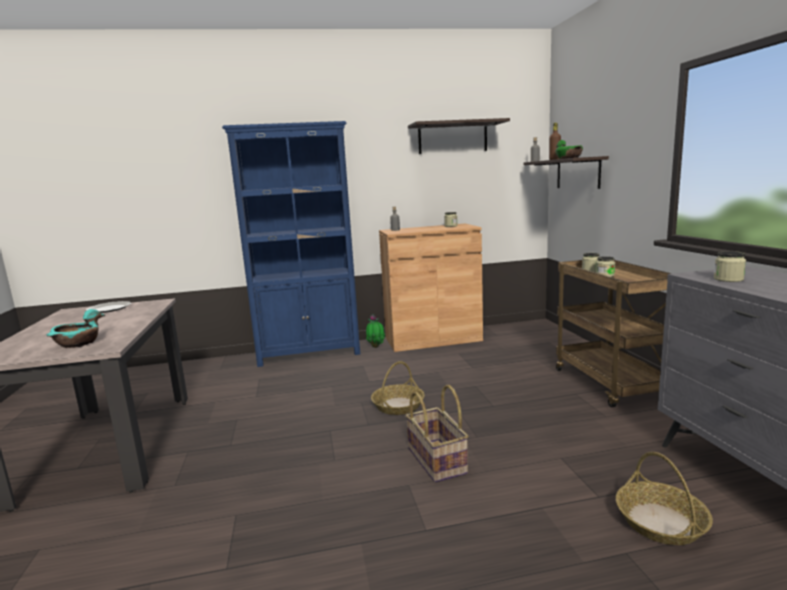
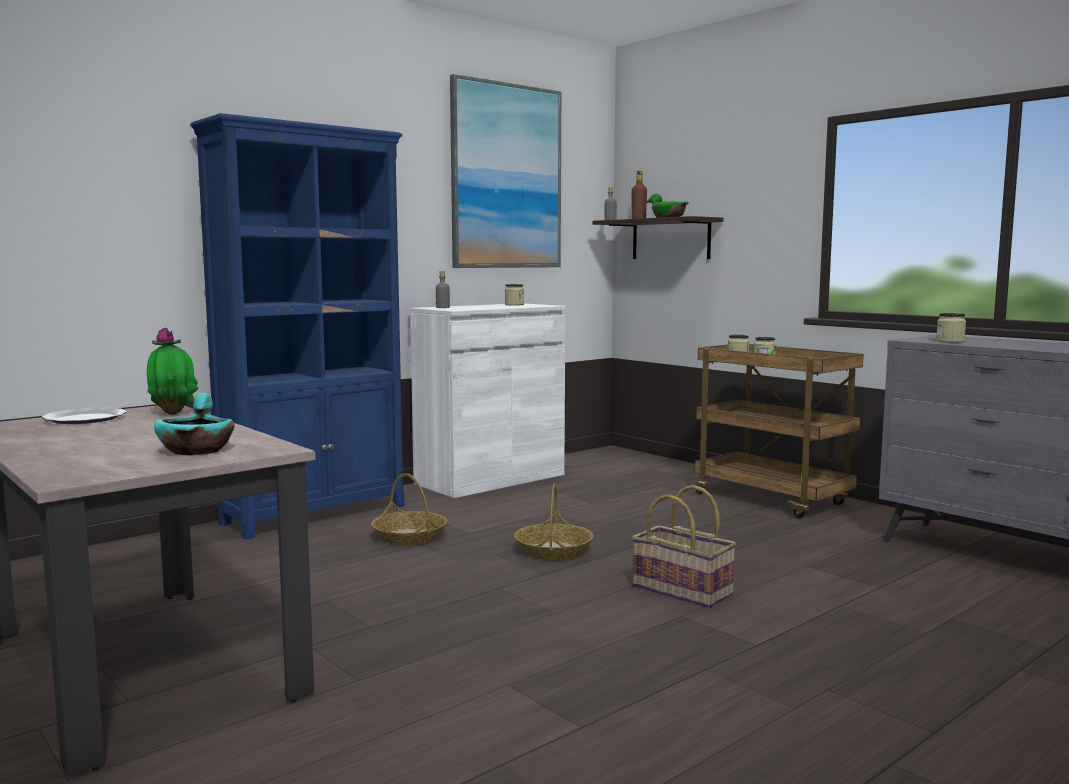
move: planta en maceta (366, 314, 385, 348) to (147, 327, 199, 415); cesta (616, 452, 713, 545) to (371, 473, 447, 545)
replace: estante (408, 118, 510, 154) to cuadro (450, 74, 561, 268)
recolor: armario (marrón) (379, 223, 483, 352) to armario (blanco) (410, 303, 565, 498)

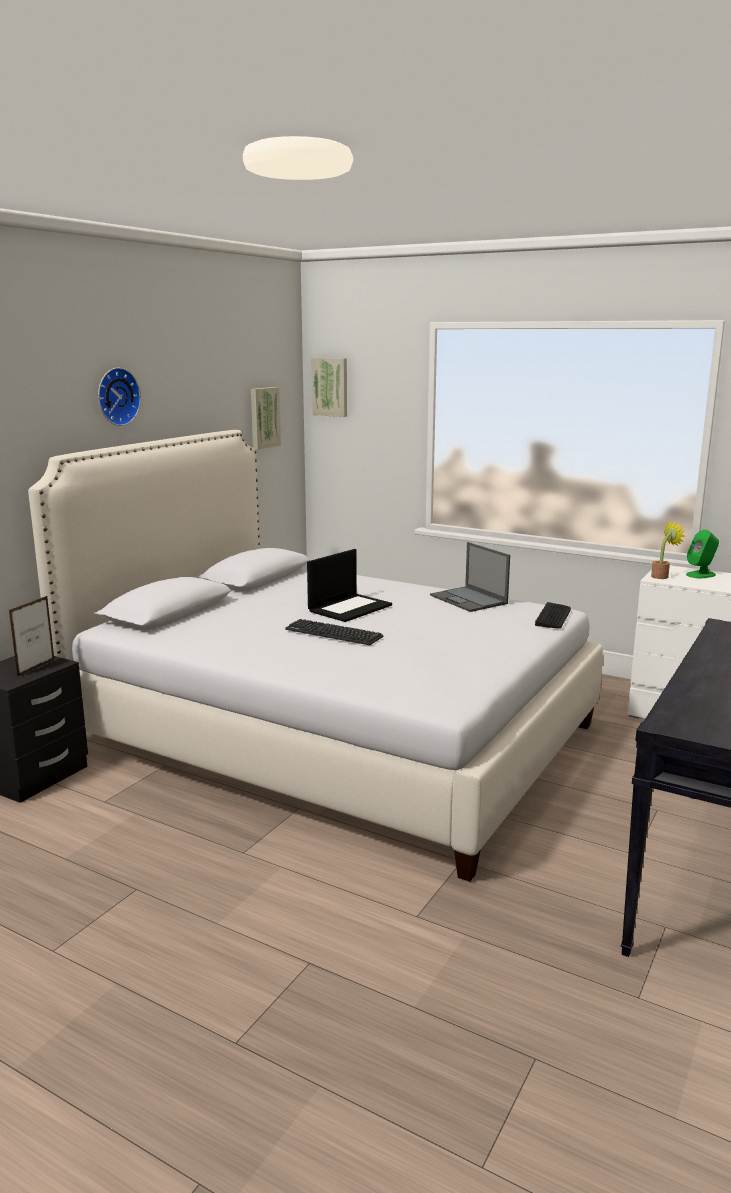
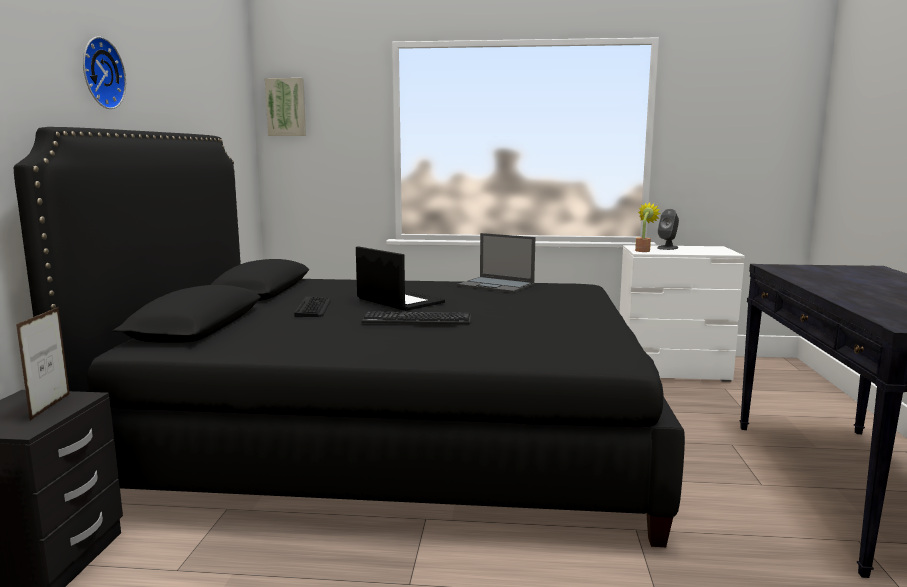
delete: cuadro (251, 387, 281, 450)
move: teclado (535, 602, 571, 629) to (294, 296, 331, 317)
recolor: cama (blanco) (28, 430, 603, 882) to cama (negro) (14, 127, 685, 547); altavoz (verde) (686, 530, 719, 578) to altavoz (gris) (657, 209, 679, 250)
rotate: portátil (307, 549, 392, 622) = (356, 246, 445, 311) 60 degrees counterclockwise

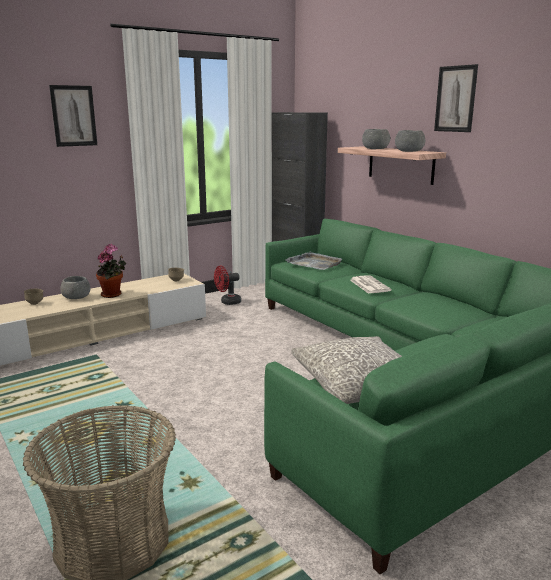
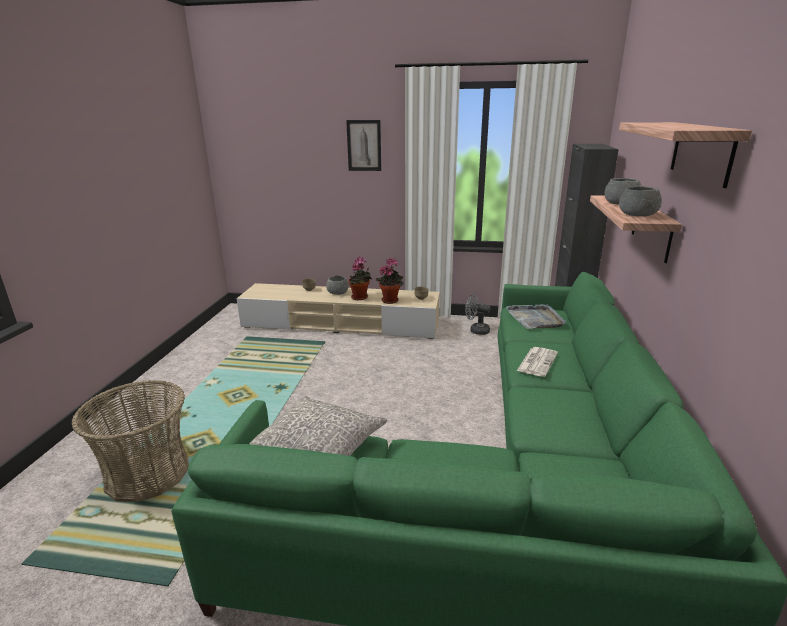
insert: planta en maceta (376, 257, 404, 304)
replace: cuadro (434, 64, 478, 132) to estante (619, 122, 752, 188)
recolor: ventilador (rojo) (214, 266, 241, 305) to ventilador (gris) (465, 294, 490, 335)

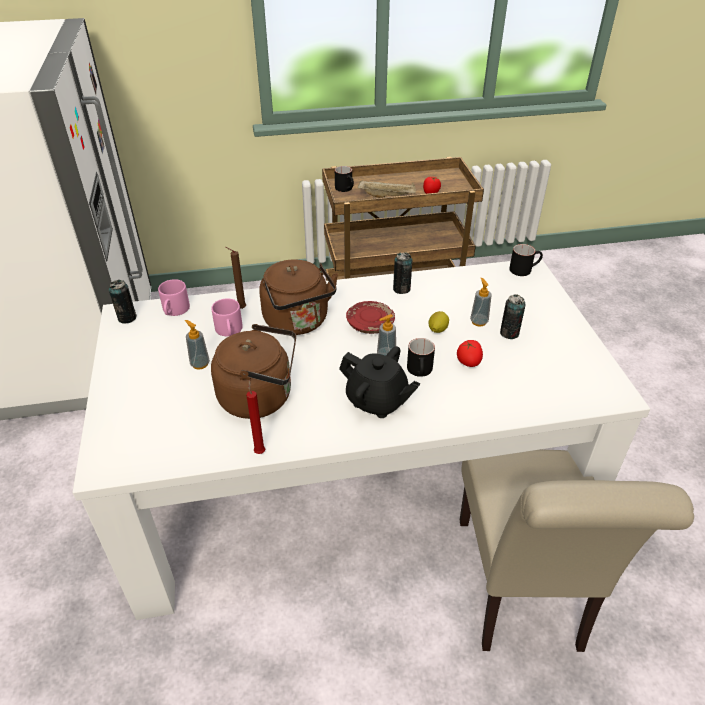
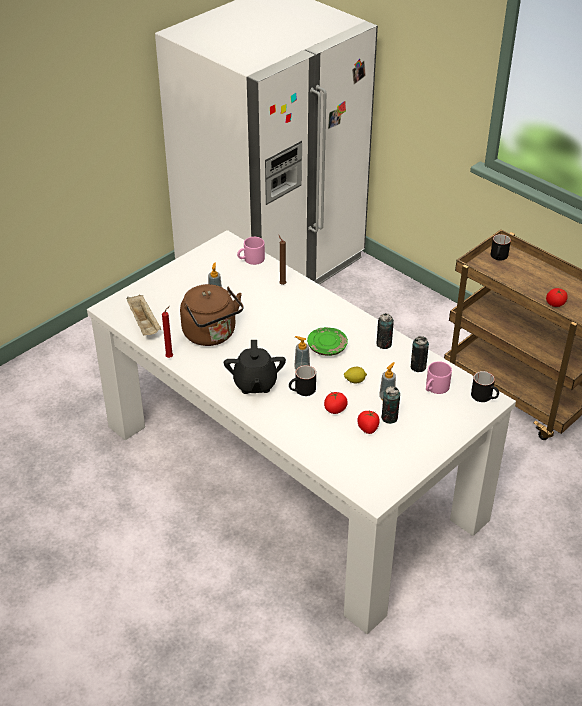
delete: hervidor (marrón) (259, 260, 338, 335); silla (beis) (460, 450, 694, 652)
insert: tomate (357, 411, 380, 434)
move: lata (109, 280, 137, 324) to (411, 336, 429, 372); taza grande (rosa) (211, 298, 243, 336) to (426, 361, 452, 394); bandeja (beis) (358, 180, 416, 198) to (127, 295, 161, 336)
recolor: plato (rojo) (346, 301, 395, 334) to plato (verde) (307, 327, 348, 356)

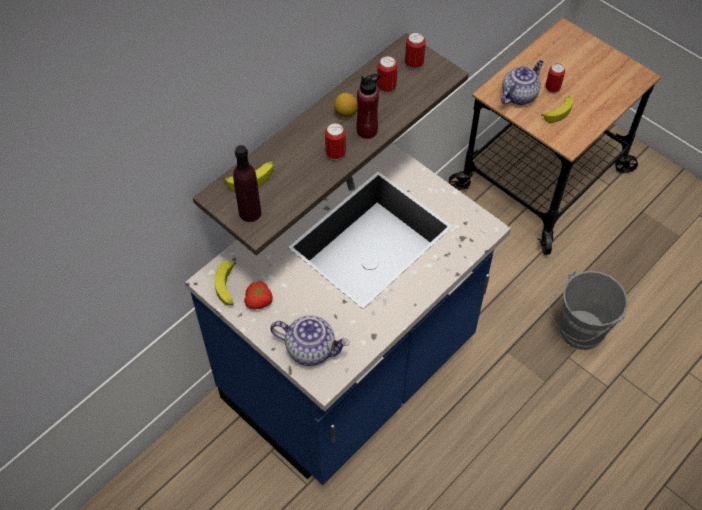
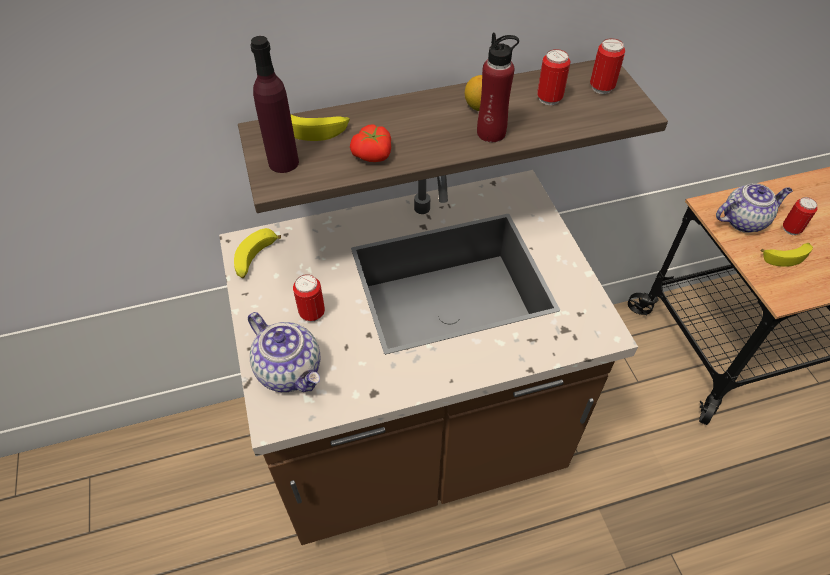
delete: cubo (gris) (549, 269, 628, 350)
move: tomate (244, 281, 273, 309) to (350, 124, 391, 162); lata (325, 123, 346, 160) to (293, 274, 325, 322)
recolor: mueble bajo de cocina (azul) (185, 143, 511, 485) to mueble bajo de cocina (marrón) (219, 170, 638, 545)

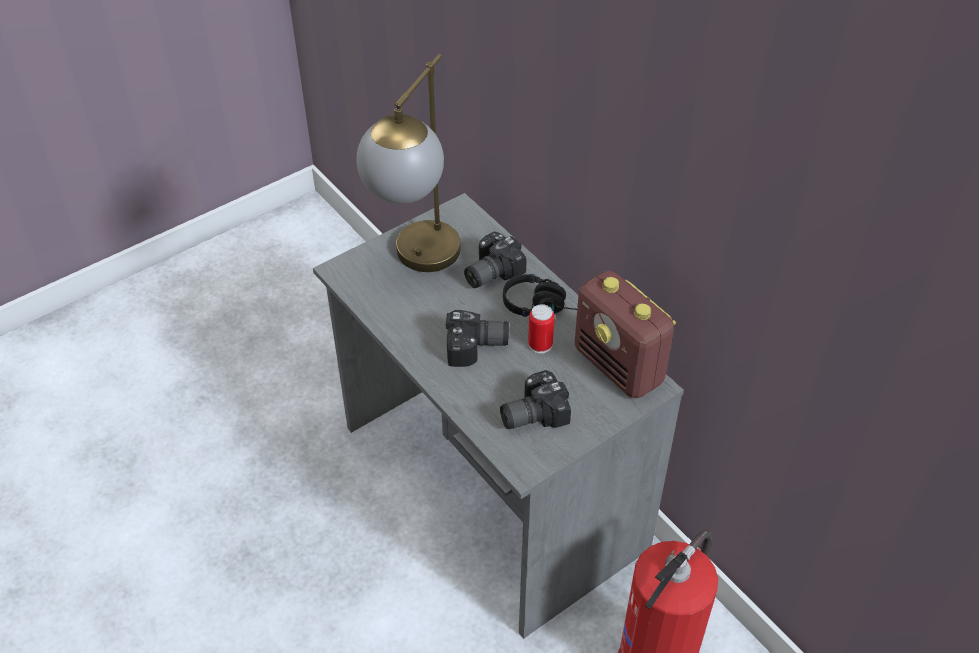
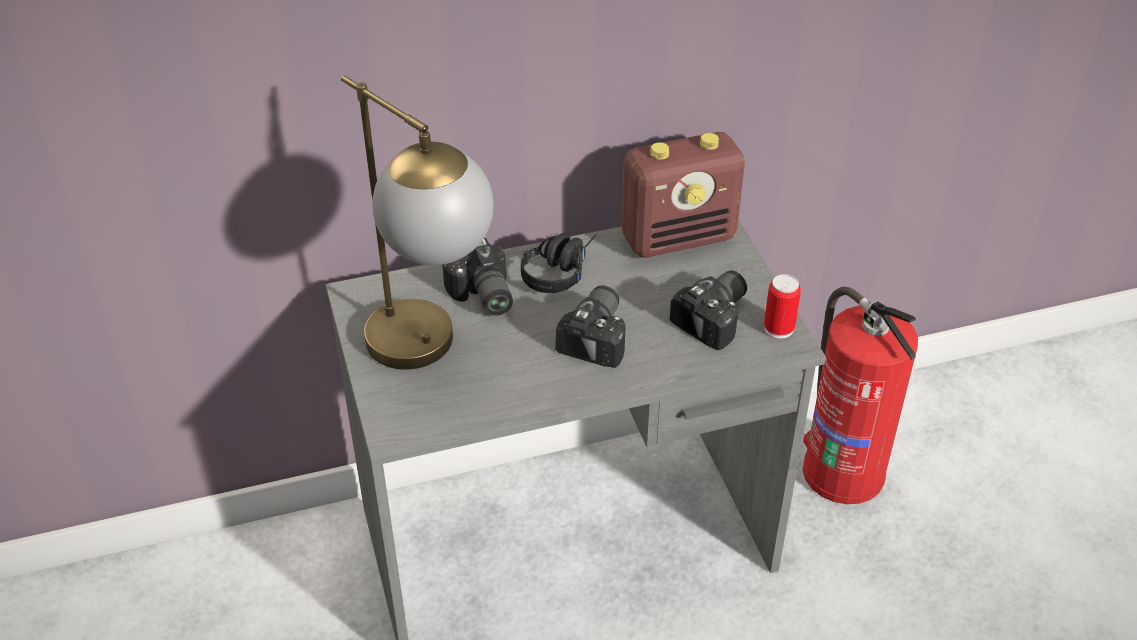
move: lata (528, 304, 555, 354) to (764, 274, 801, 339)
rotate: cámara (500, 370, 571, 429) = (670, 270, 747, 350) 135 degrees counterclockwise

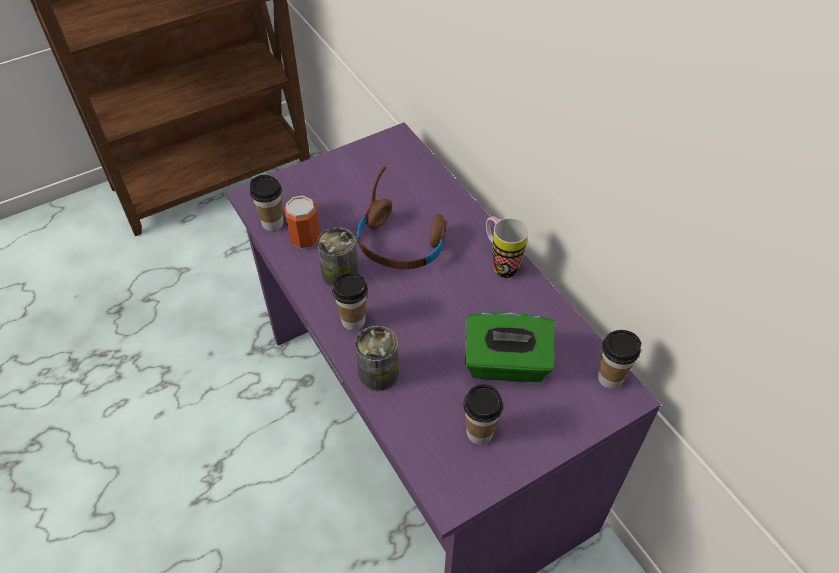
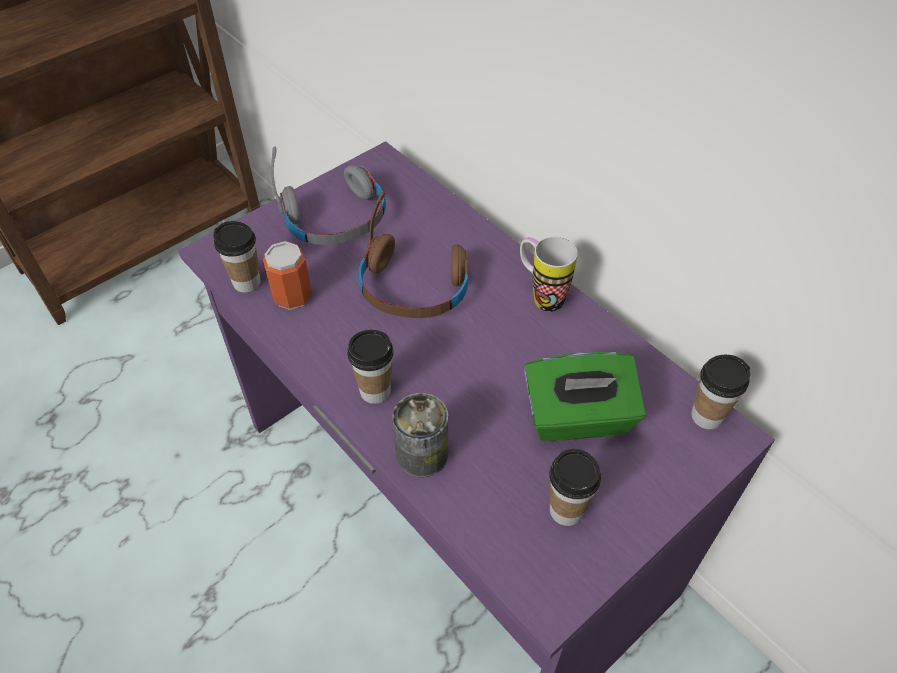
delete: lata (317, 227, 359, 287)
insert: auriculares (gris) (271, 147, 386, 245)

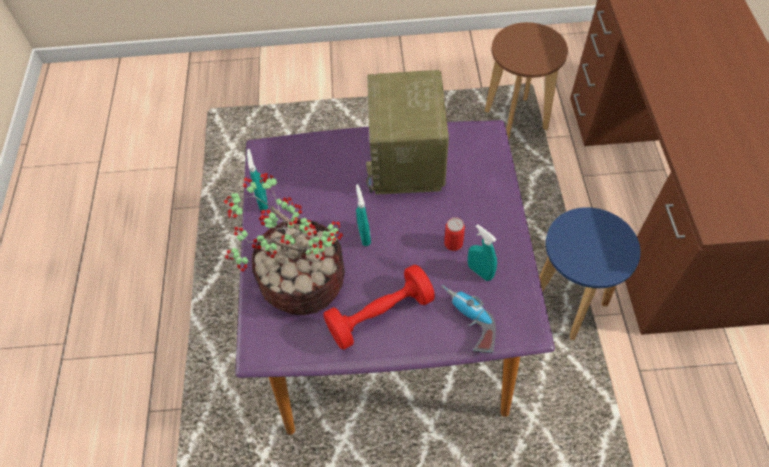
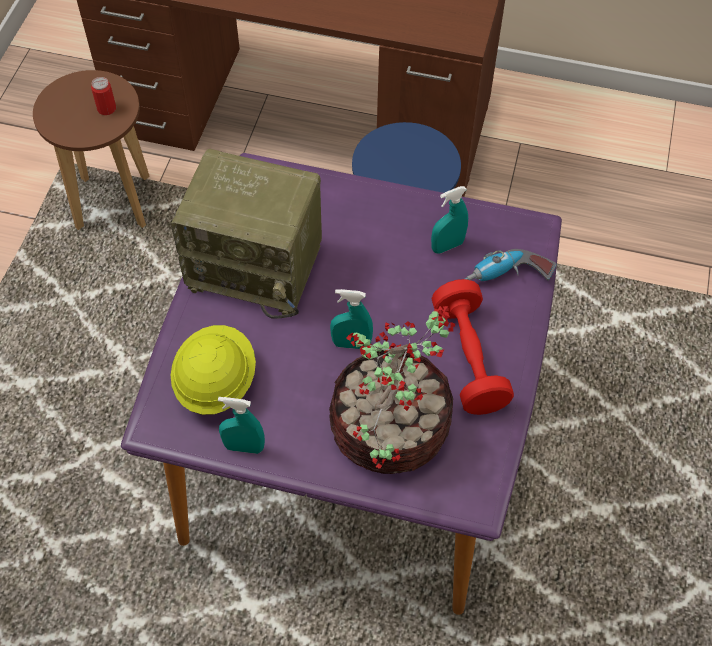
insert: casco (amarillo) (171, 325, 256, 415)
move: lata (444, 217, 465, 251) to (91, 77, 116, 115)

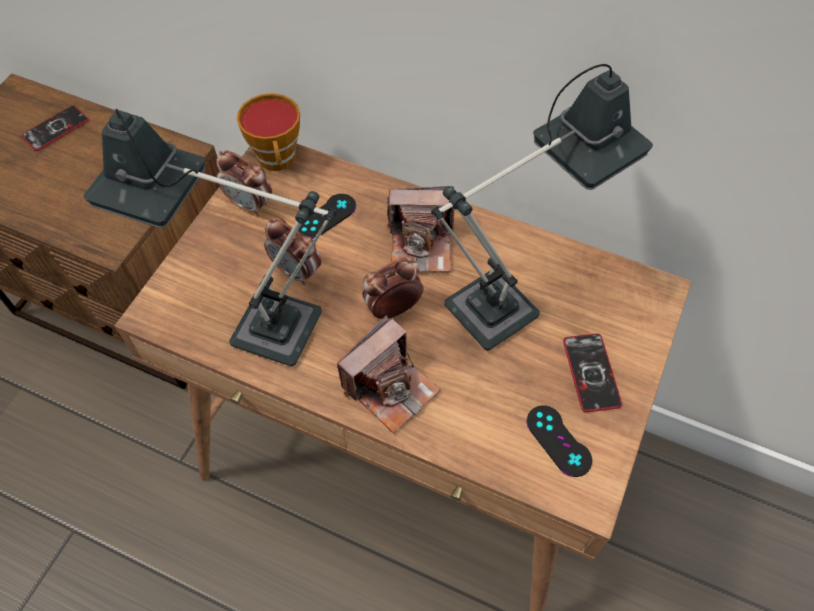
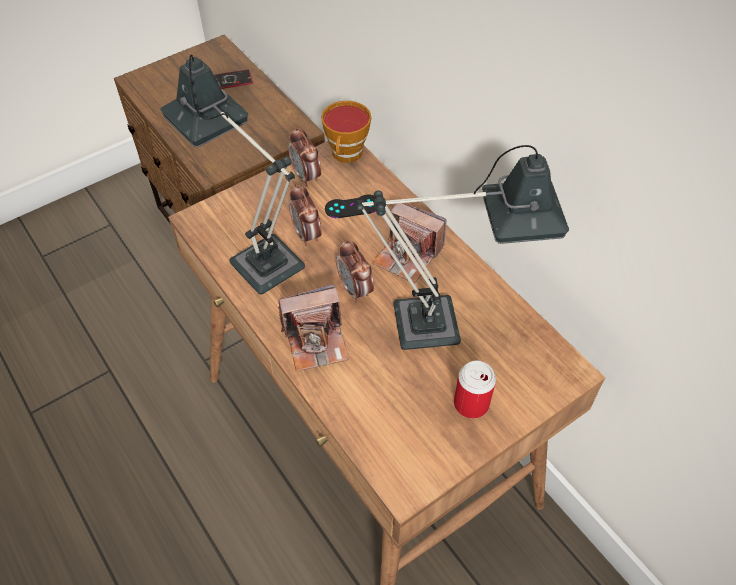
delete: mando de consola (negro) (527, 405, 592, 477)
replace: móvil (563, 333, 622, 412) to lata (454, 360, 496, 419)
rotate: despertador (362, 257, 424, 319) = (336, 239, 374, 303) 120 degrees counterclockwise

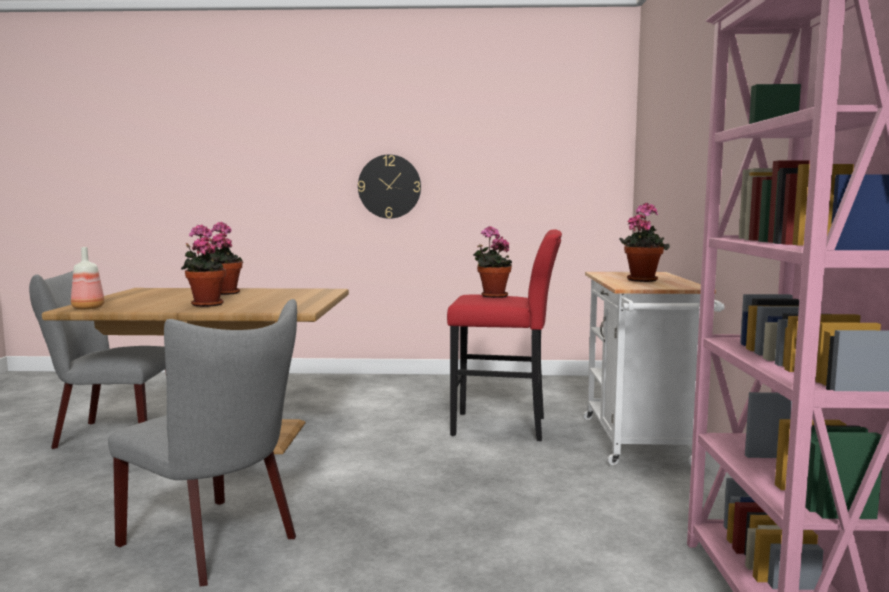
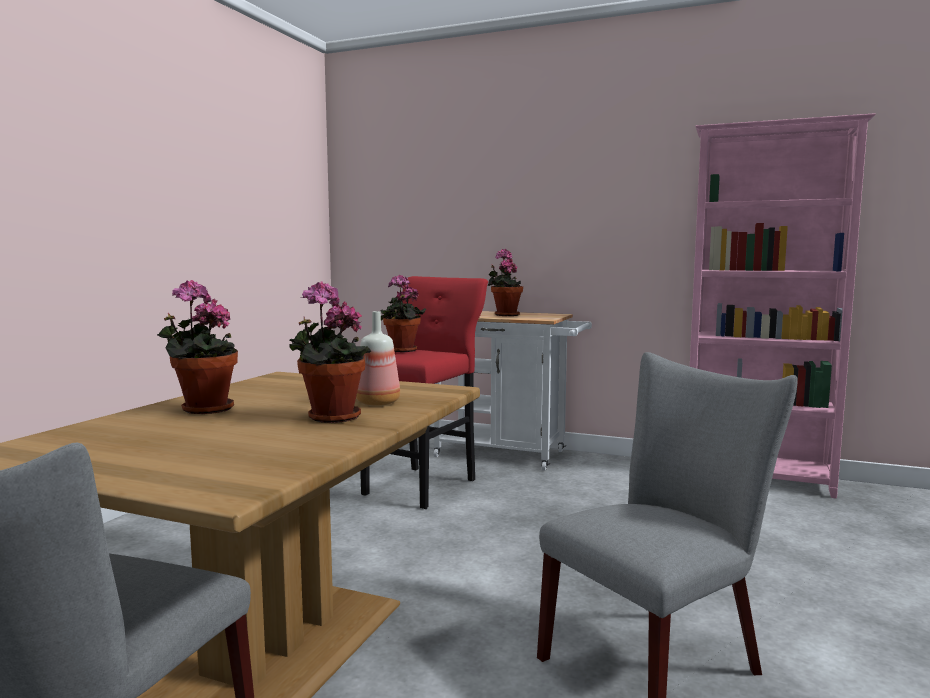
delete: reloj de pared (358, 155, 421, 219)
move: botella (71, 247, 105, 310) to (356, 311, 400, 406)

